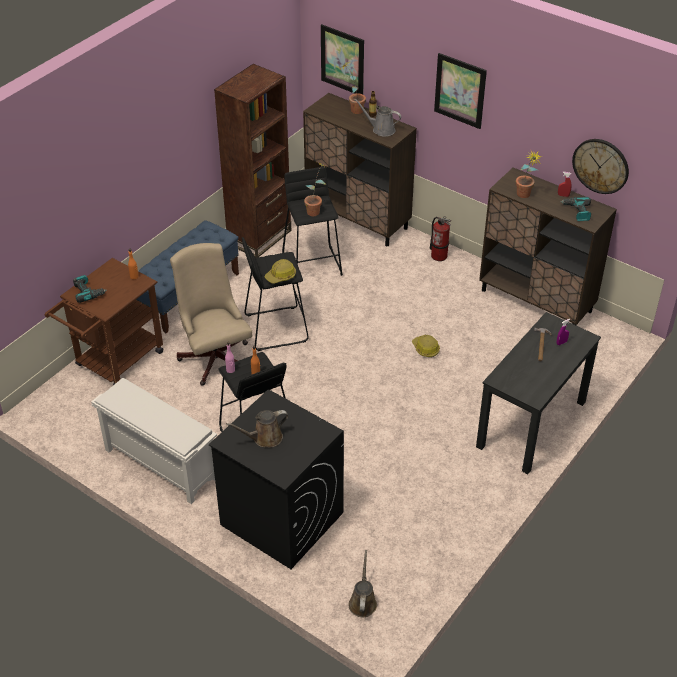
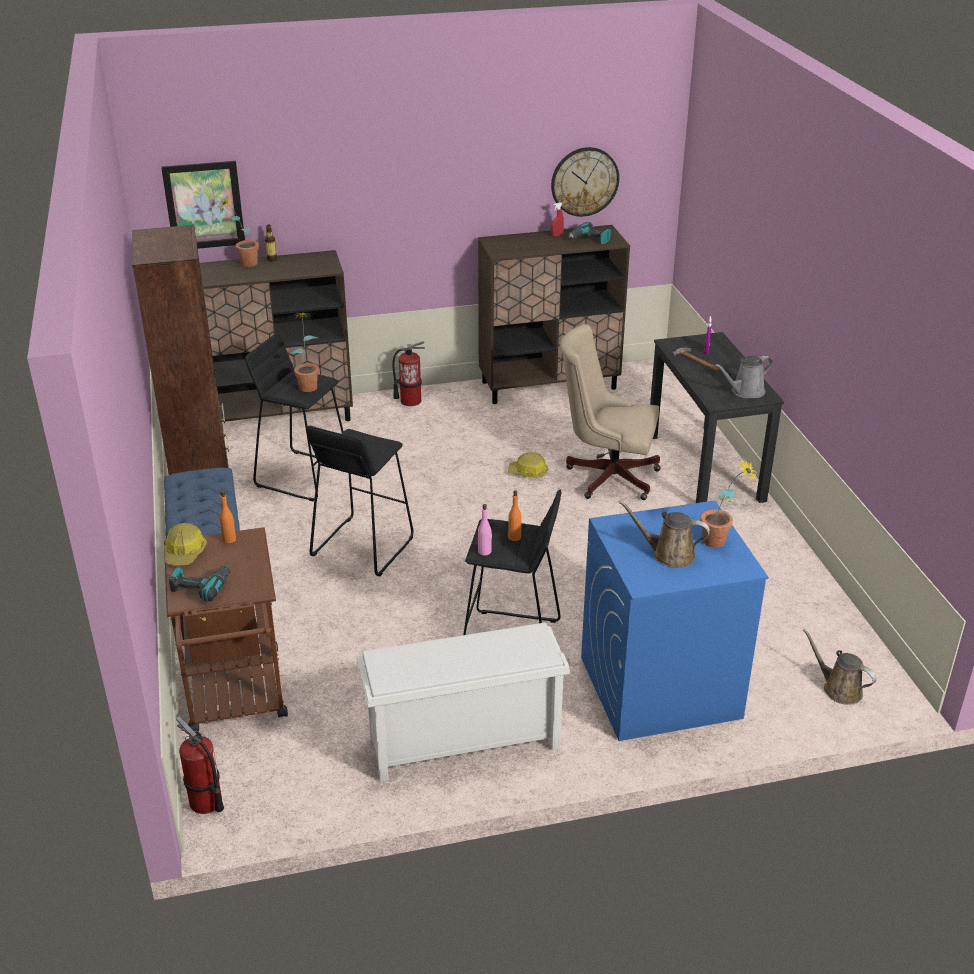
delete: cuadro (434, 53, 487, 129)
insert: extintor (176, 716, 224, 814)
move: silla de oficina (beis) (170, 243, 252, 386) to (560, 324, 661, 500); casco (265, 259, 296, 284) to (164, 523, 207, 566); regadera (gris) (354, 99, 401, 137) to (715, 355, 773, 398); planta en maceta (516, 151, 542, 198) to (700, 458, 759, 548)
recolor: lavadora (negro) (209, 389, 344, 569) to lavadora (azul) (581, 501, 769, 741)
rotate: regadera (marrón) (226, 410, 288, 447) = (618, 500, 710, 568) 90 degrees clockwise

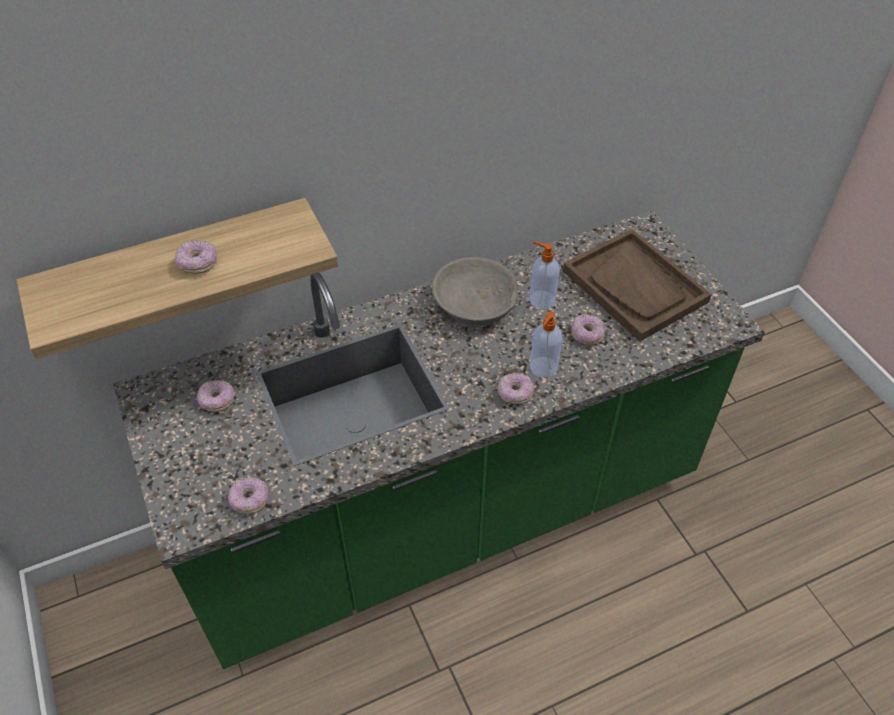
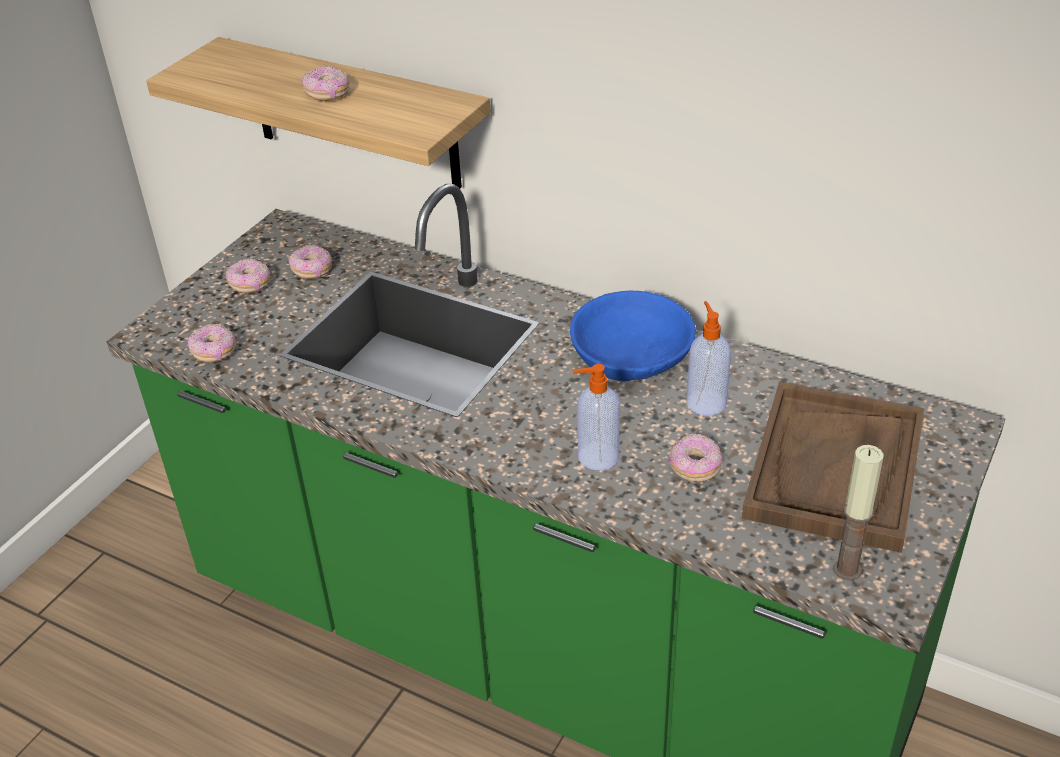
insert: vela (833, 445, 884, 580)
move: rosquilla (498, 373, 534, 404) to (225, 258, 270, 294)
recolor: cuenco (gris) (432, 257, 518, 326) to cuenco (azul) (570, 291, 696, 382)

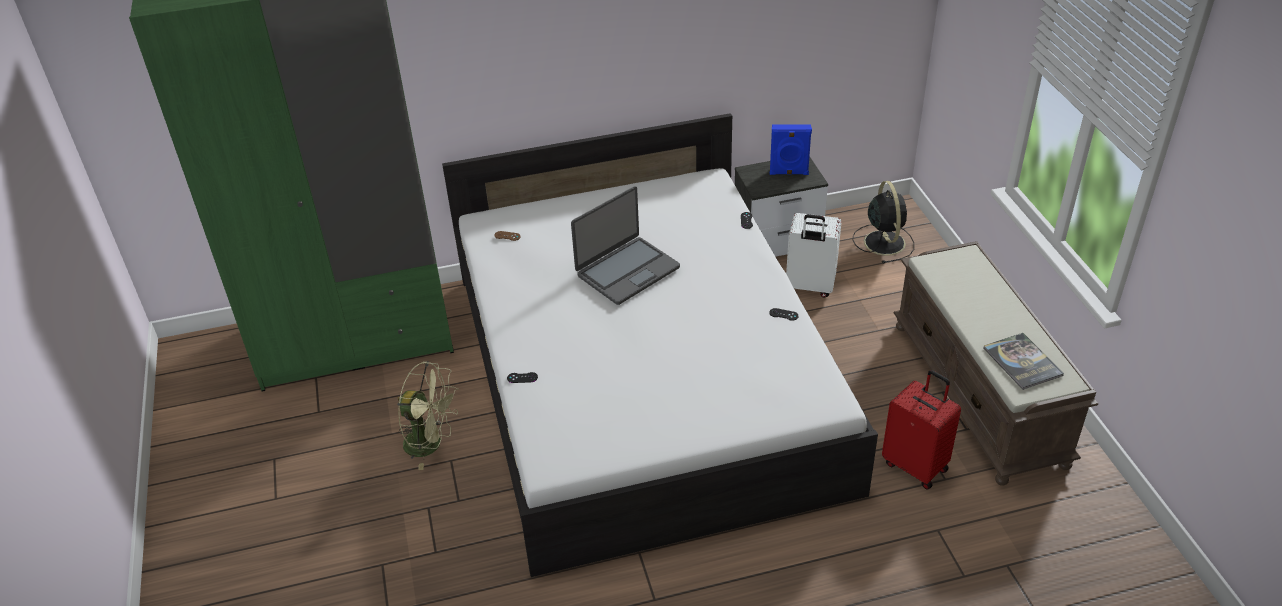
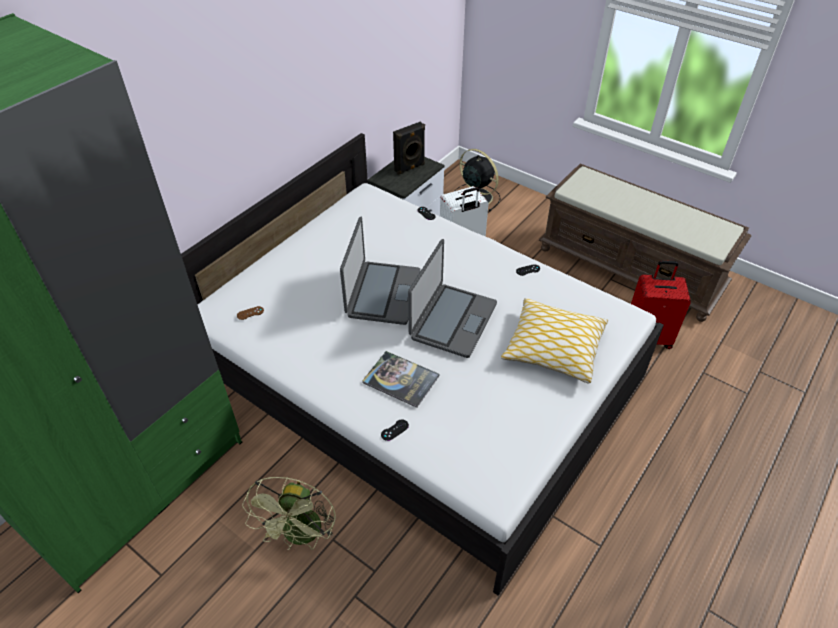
insert: portátil (408, 239, 497, 358); cojín (501, 298, 608, 383)
move: libro (984, 333, 1064, 390) to (362, 351, 440, 408)
recolor: altavoz (azul) (770, 124, 812, 175) to altavoz (negro) (393, 122, 425, 175)
rotate: ventilador (verde) (397, 361, 458, 470) = (242, 477, 336, 550) 120 degrees clockwise

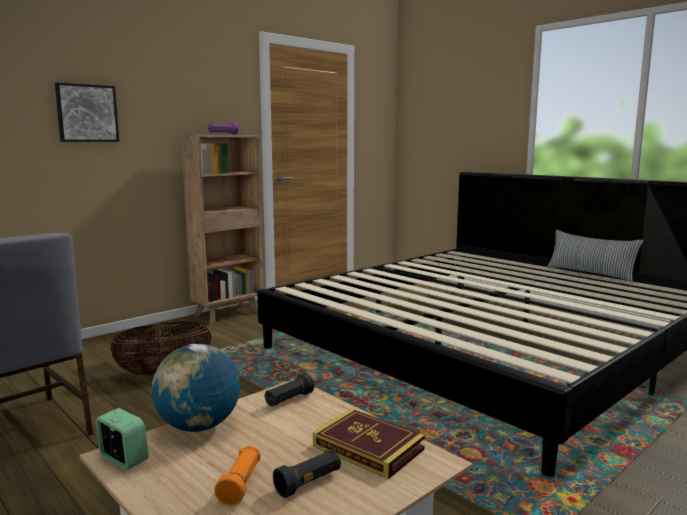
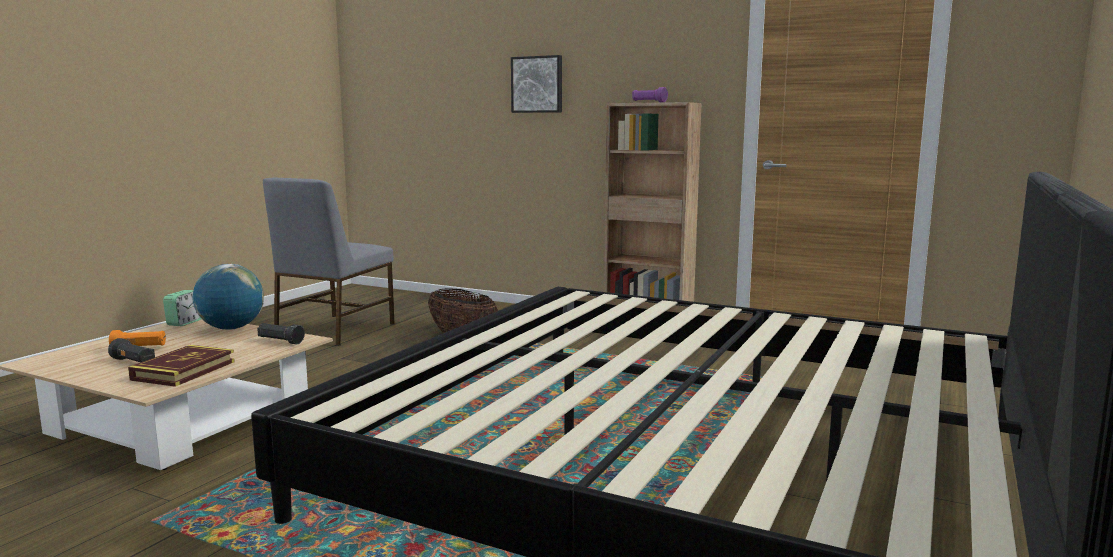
delete: cojín (547, 230, 643, 282)

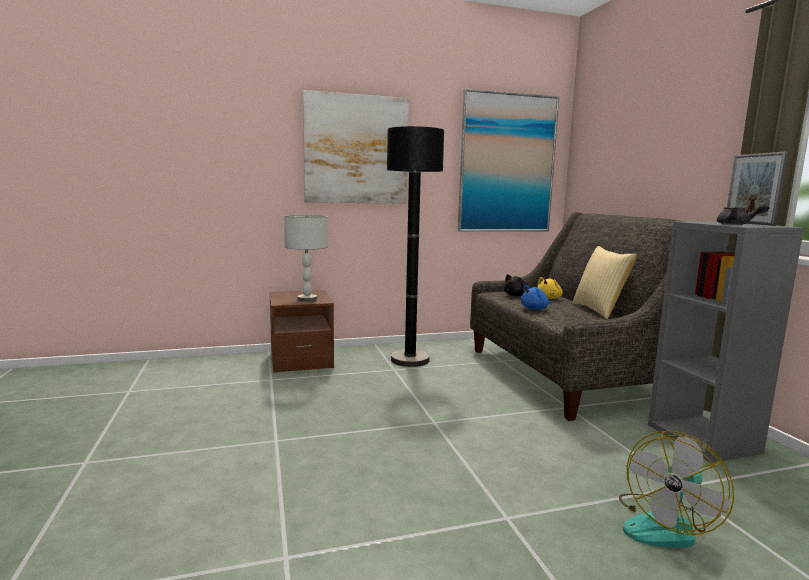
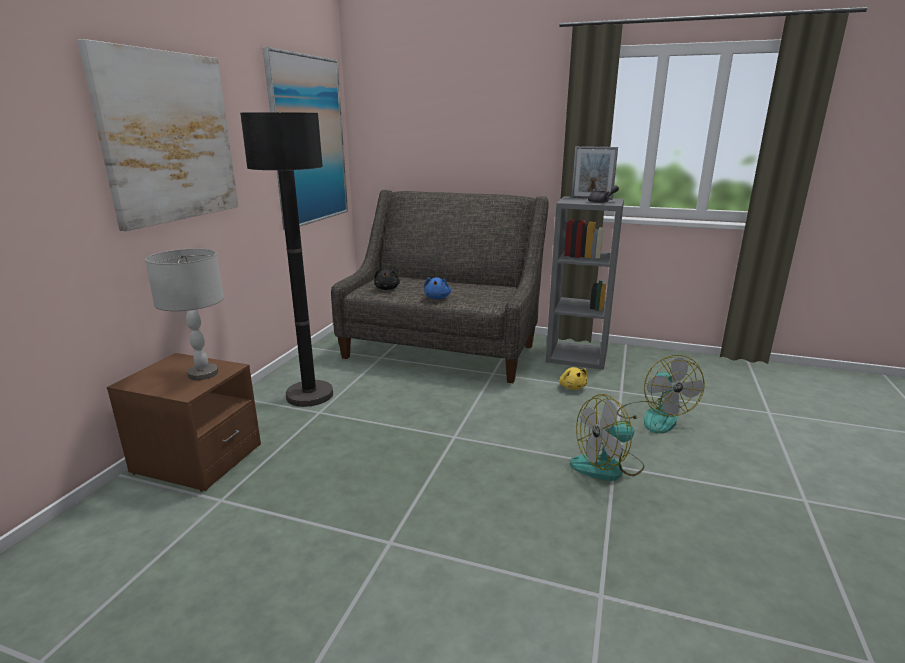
delete: cojín (573, 246, 637, 319)
insert: ventilador (570, 394, 645, 481)
move: peluche (amarillo) (537, 277, 563, 299) to (559, 367, 588, 390)

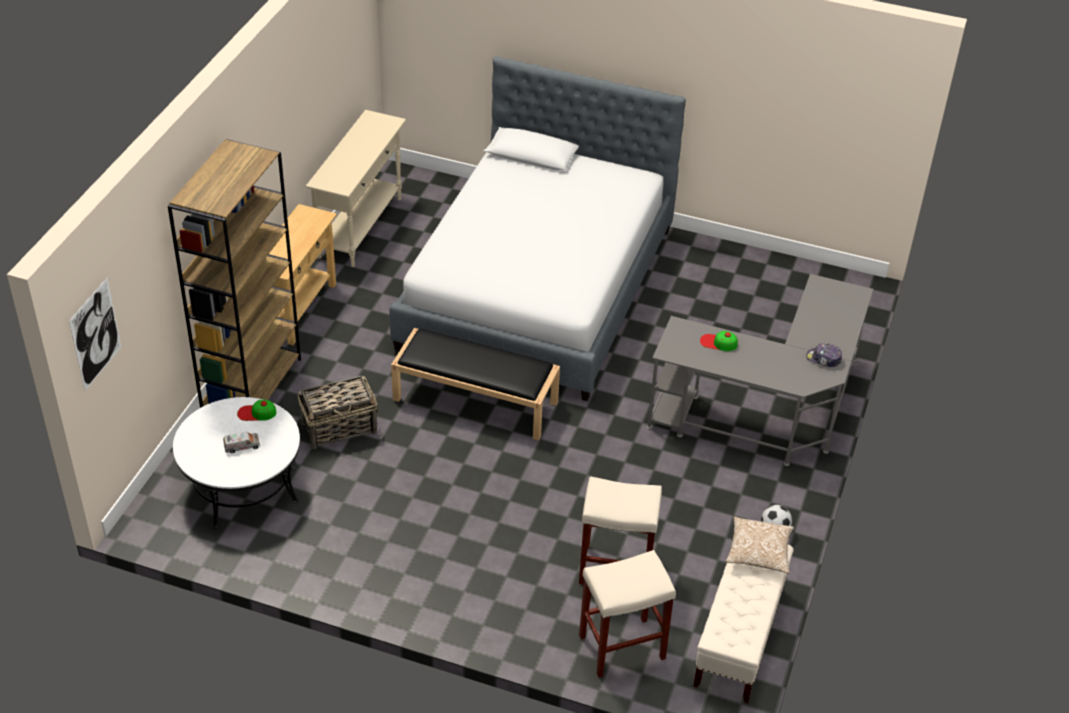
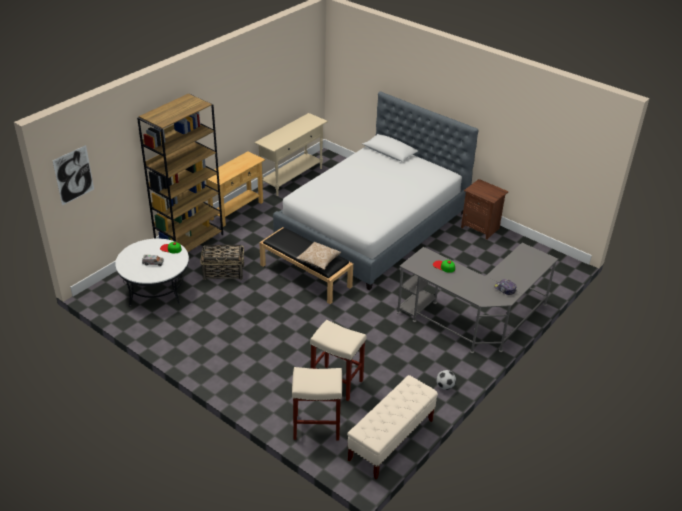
insert: mesita de noche (marrón) (461, 179, 509, 240)
move: cojín (726, 517, 794, 574) to (296, 242, 341, 270)

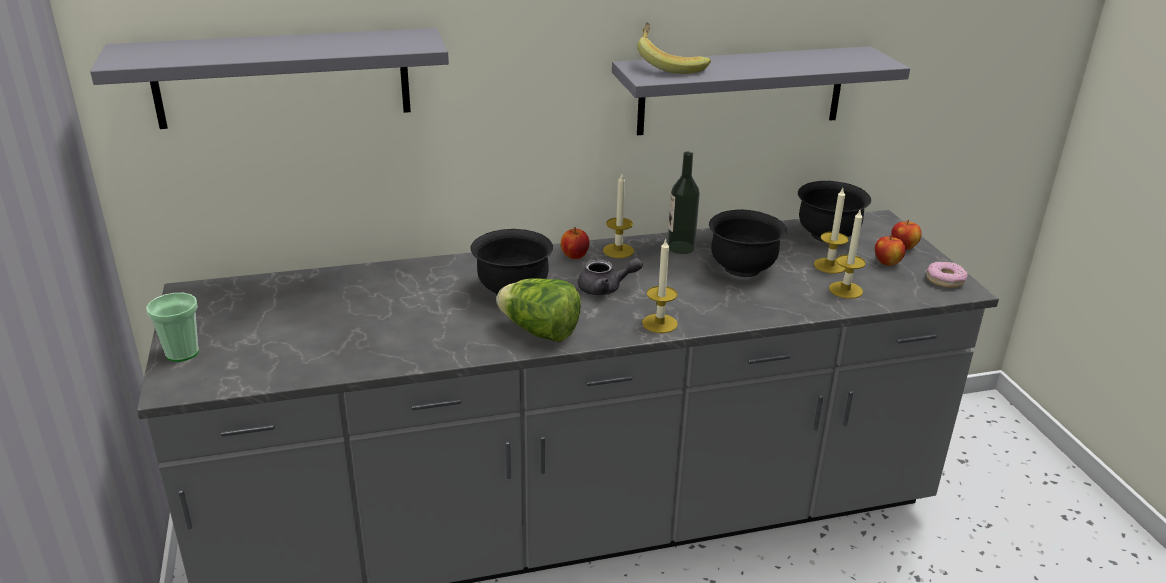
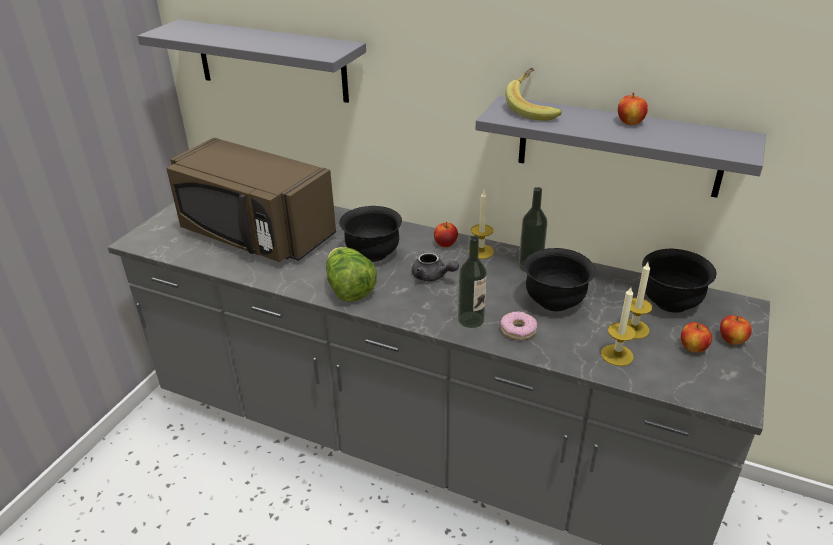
delete: taza (146, 293, 199, 362); vela (642, 239, 678, 333)
insert: microondas (marrón) (166, 138, 336, 262); botella (458, 235, 487, 328); manzana (618, 92, 648, 125)
move: rosquilla (927, 262, 968, 288) to (500, 311, 537, 340)

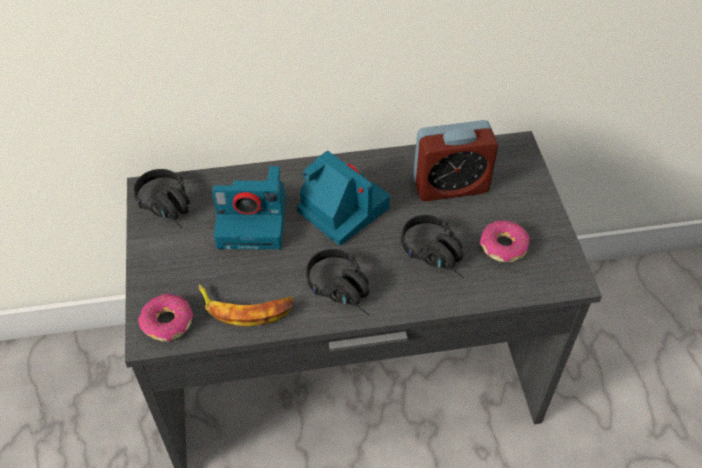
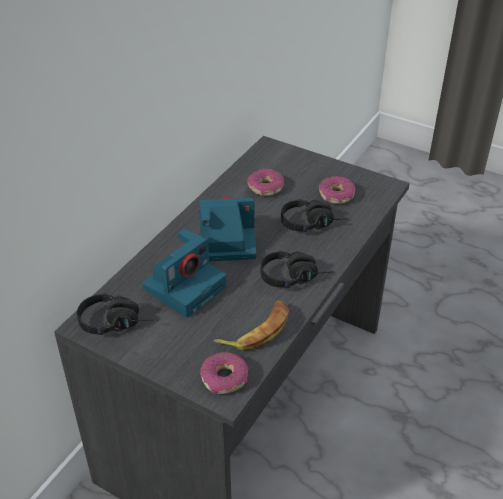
replace: despertador (413, 120, 498, 201) to rosquilla (247, 169, 284, 196)

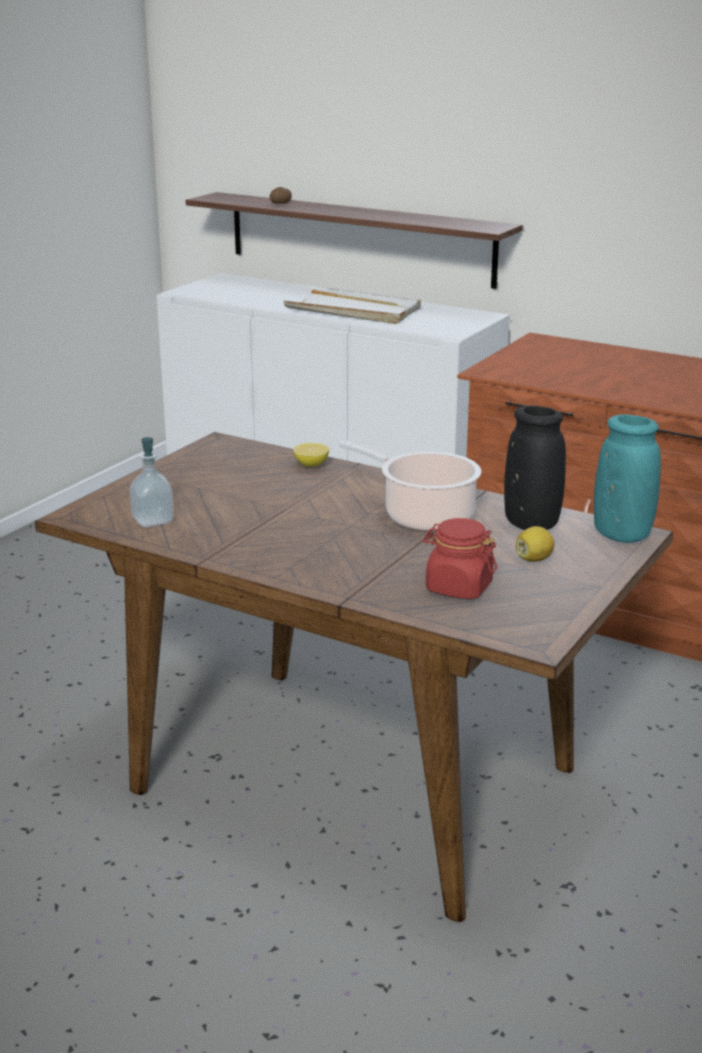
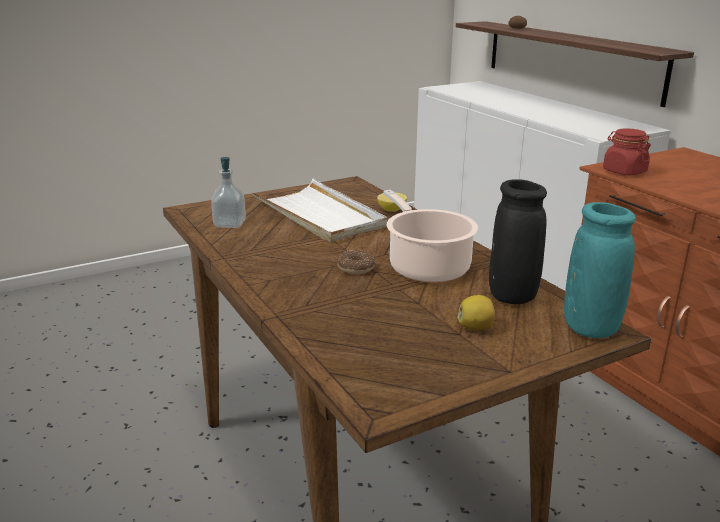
insert: rosquilla (337, 250, 375, 274)
move: bandeja (blanco) (283, 286, 421, 324) to (252, 179, 387, 243); tarro (rojo) (423, 518, 497, 599) to (603, 128, 651, 175)

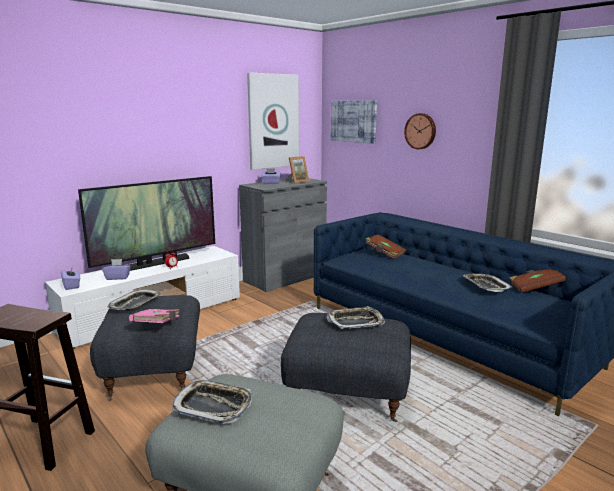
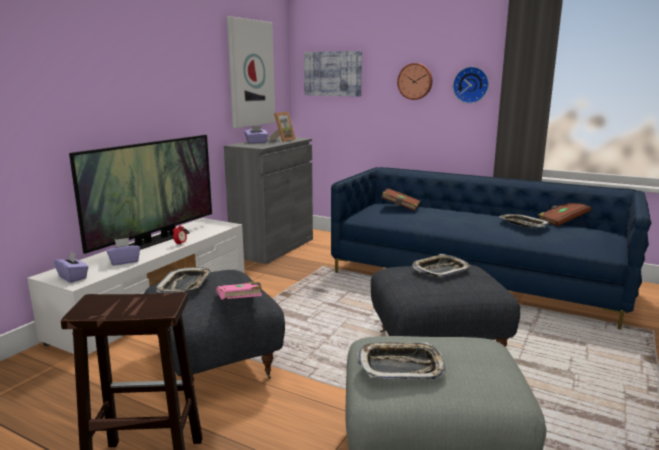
insert: reloj de pared (453, 67, 489, 104)

